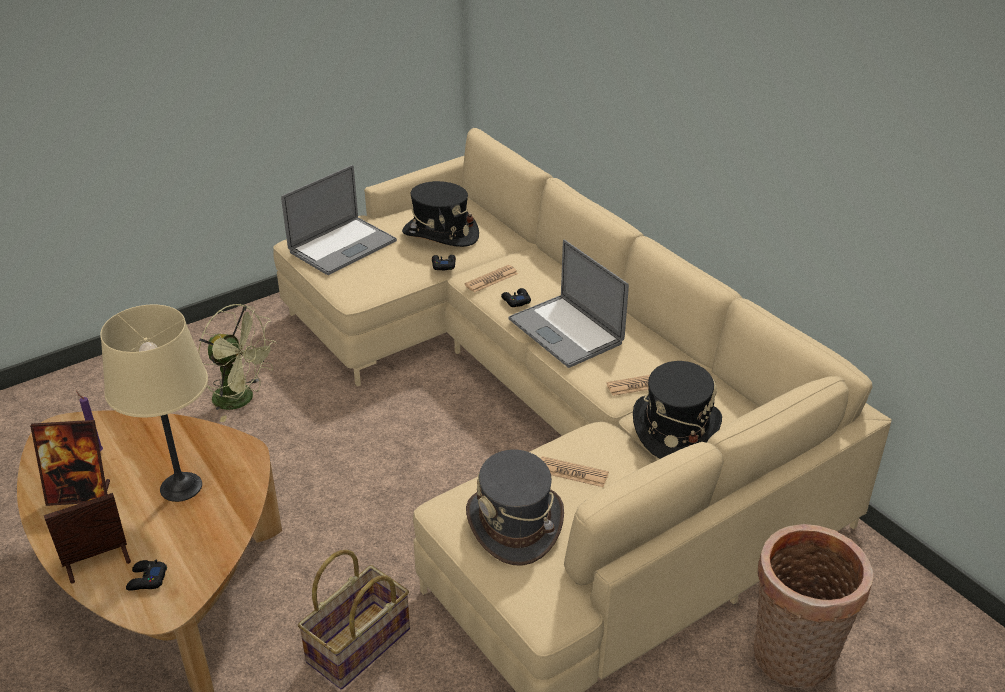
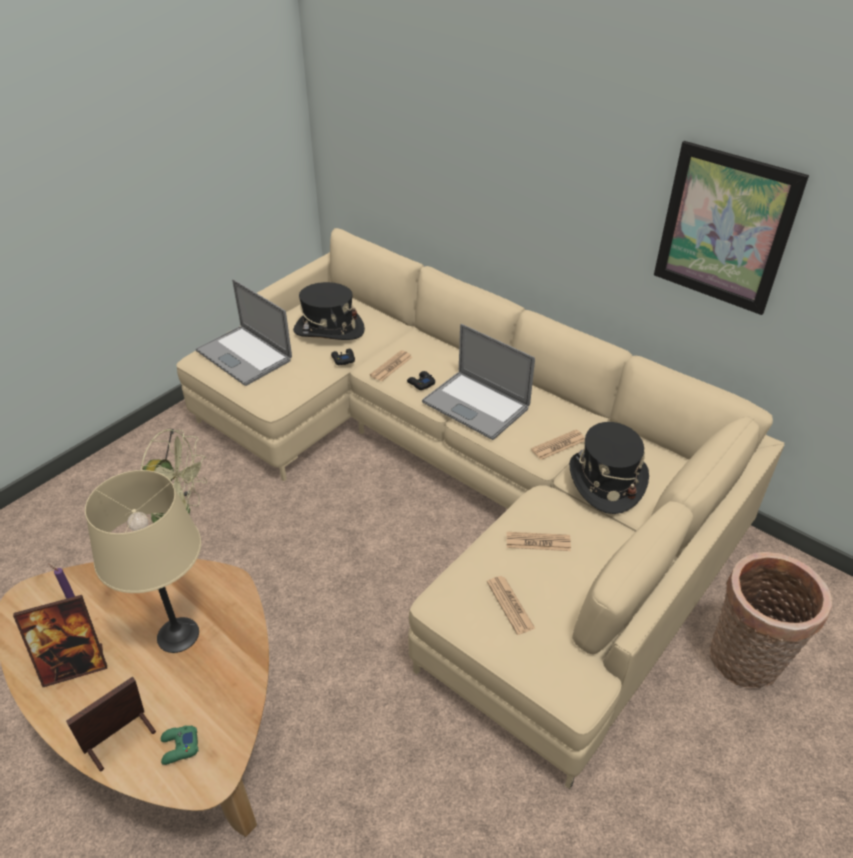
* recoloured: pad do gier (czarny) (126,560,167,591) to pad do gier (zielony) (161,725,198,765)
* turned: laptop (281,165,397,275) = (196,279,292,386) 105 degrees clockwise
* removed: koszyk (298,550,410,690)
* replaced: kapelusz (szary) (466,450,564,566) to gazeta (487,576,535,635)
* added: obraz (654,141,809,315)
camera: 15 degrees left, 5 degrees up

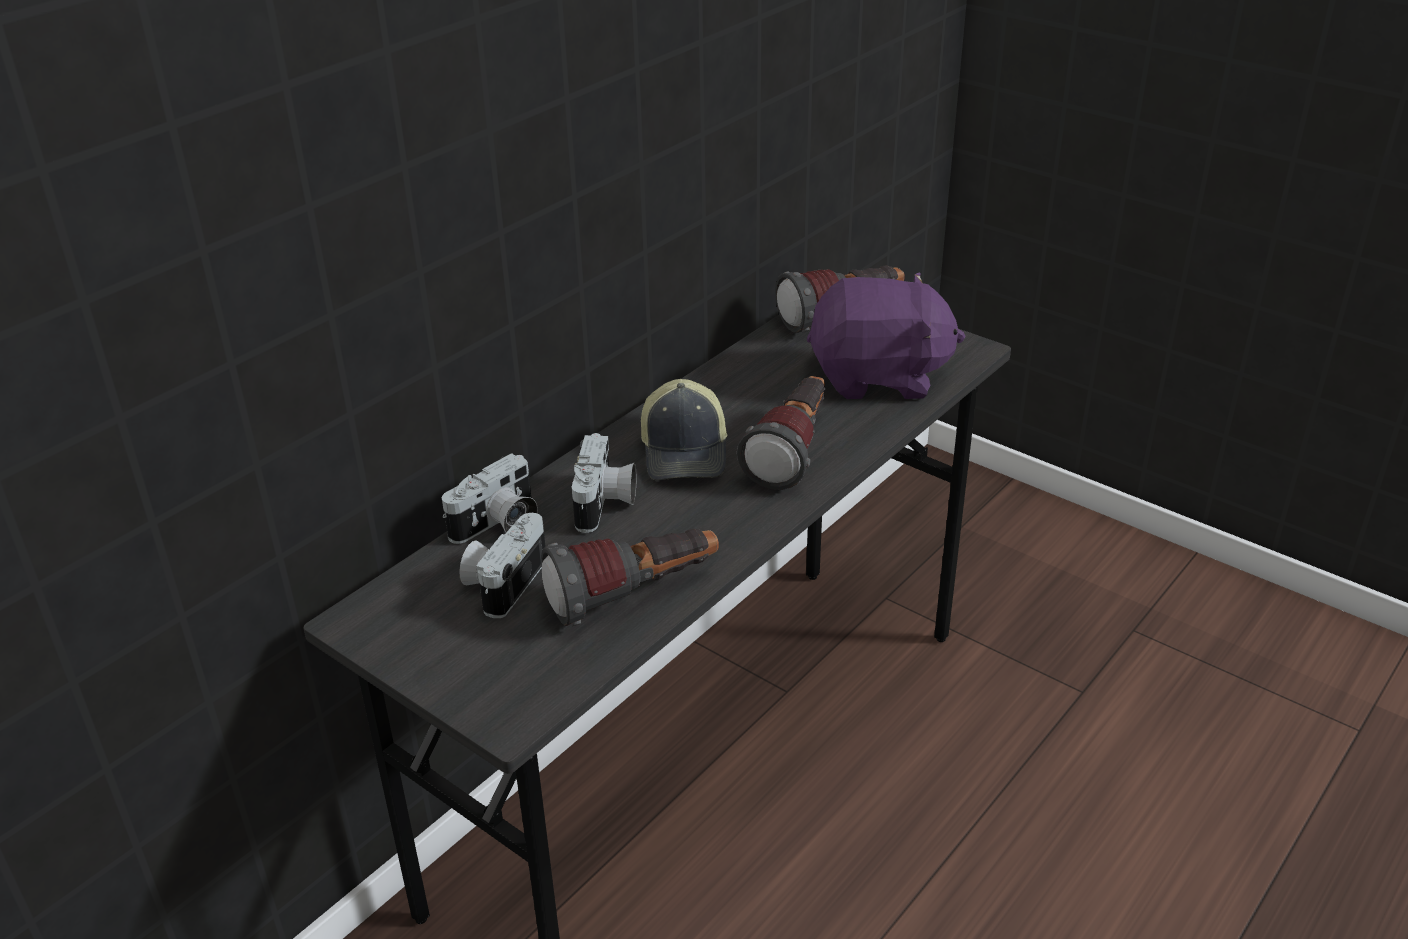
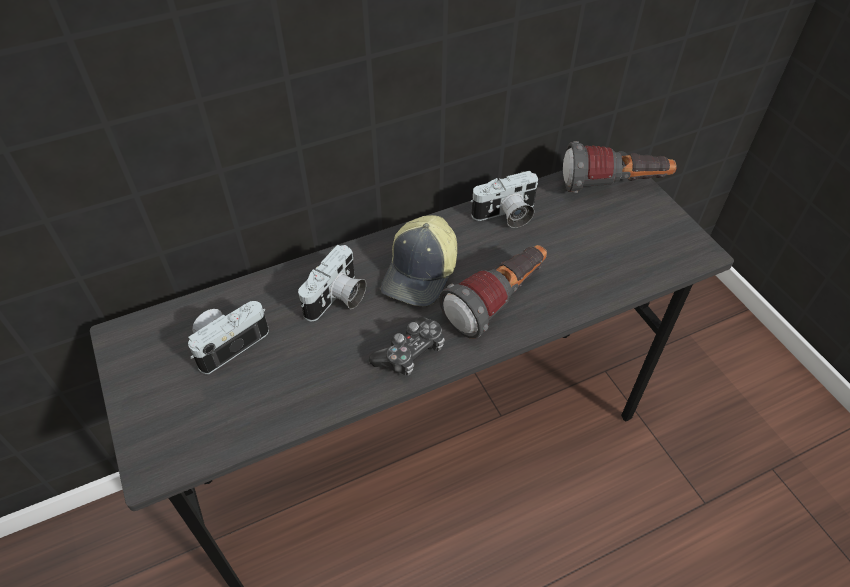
* moved: aparat fotograficzny (442,453,538,544) to (470,171,538,228)
* removed: latarka (541,529,719,626)
* removed: pluszak (fioletowy) (807,272,966,399)
* added: pad do gier (369,317,445,376)
camera: 25 degrees right, 15 degrees up

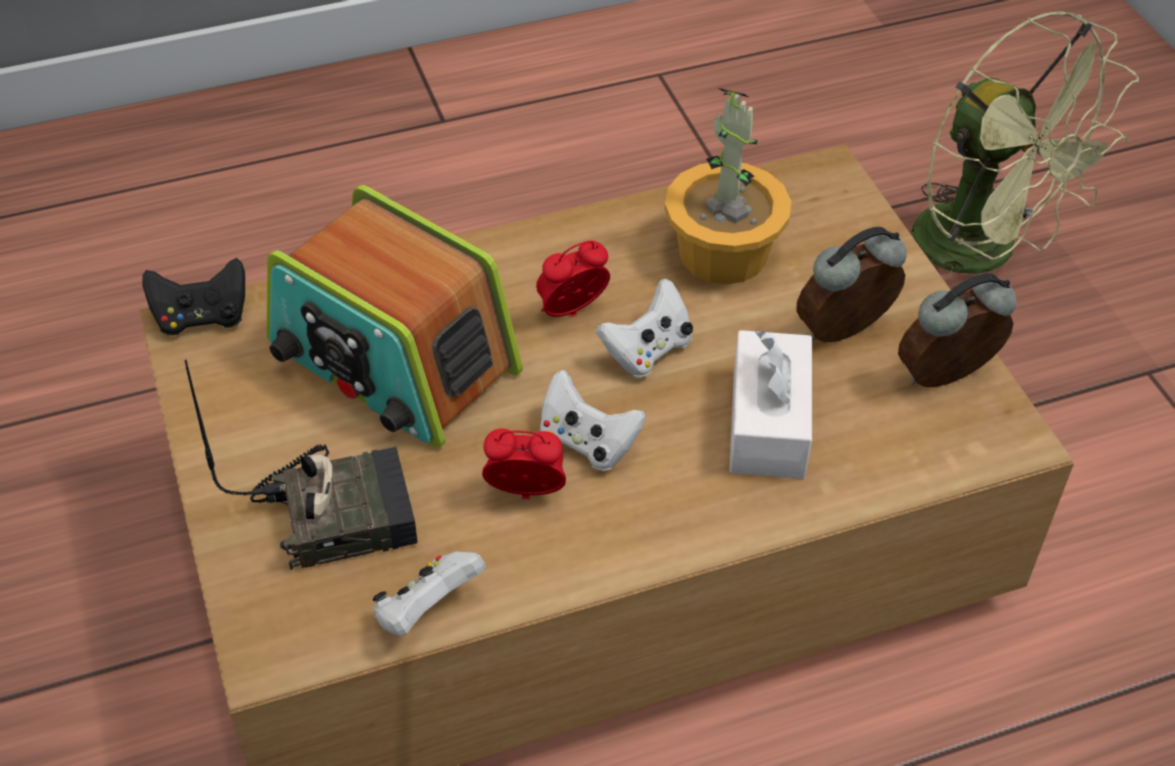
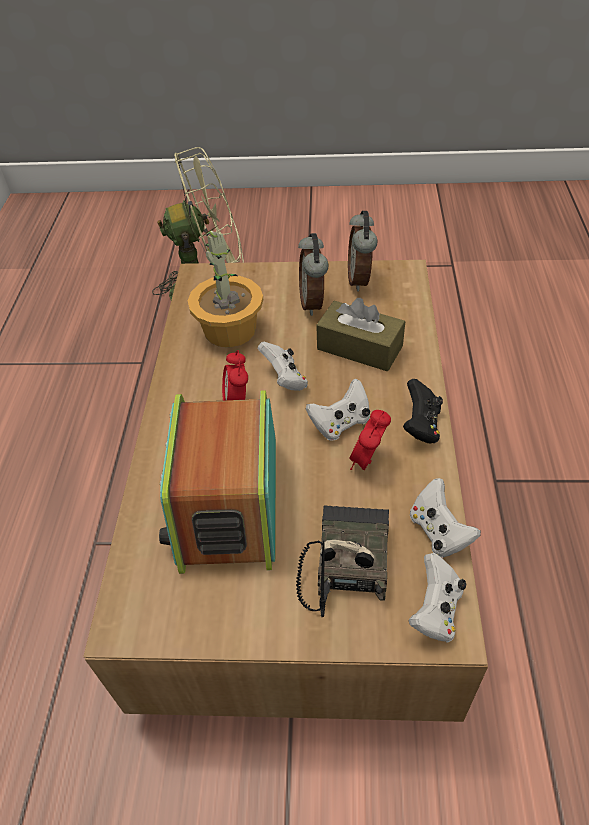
* moved: pad do gier (czarny) (142,258,245,335) to (403,379,443,444)
* turned: radio (267,185,523,448) = (159,390,276,574) 120 degrees clockwise
* recoloured: pudełko chusteczek (biały) (729,330,812,479) to pudełko chusteczek (brązowy) (316,298,405,371)
* added: pad do gier (biały) (408,553,466,643)
camera: 65 degrees left, 0 degrees up

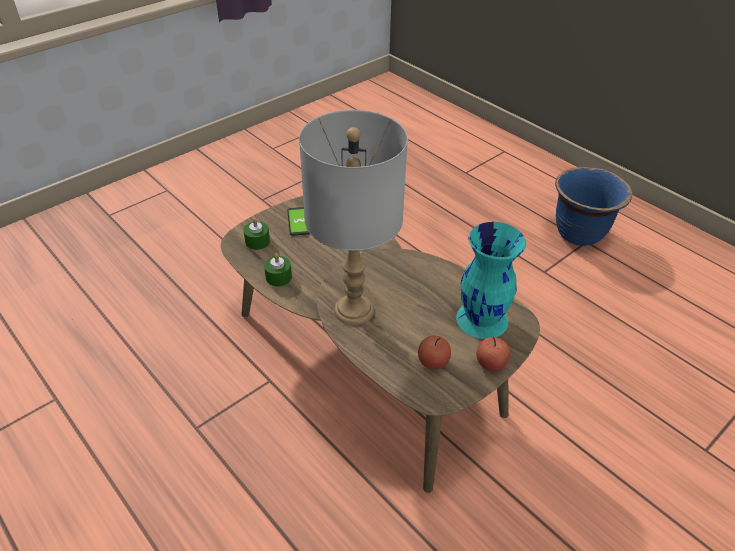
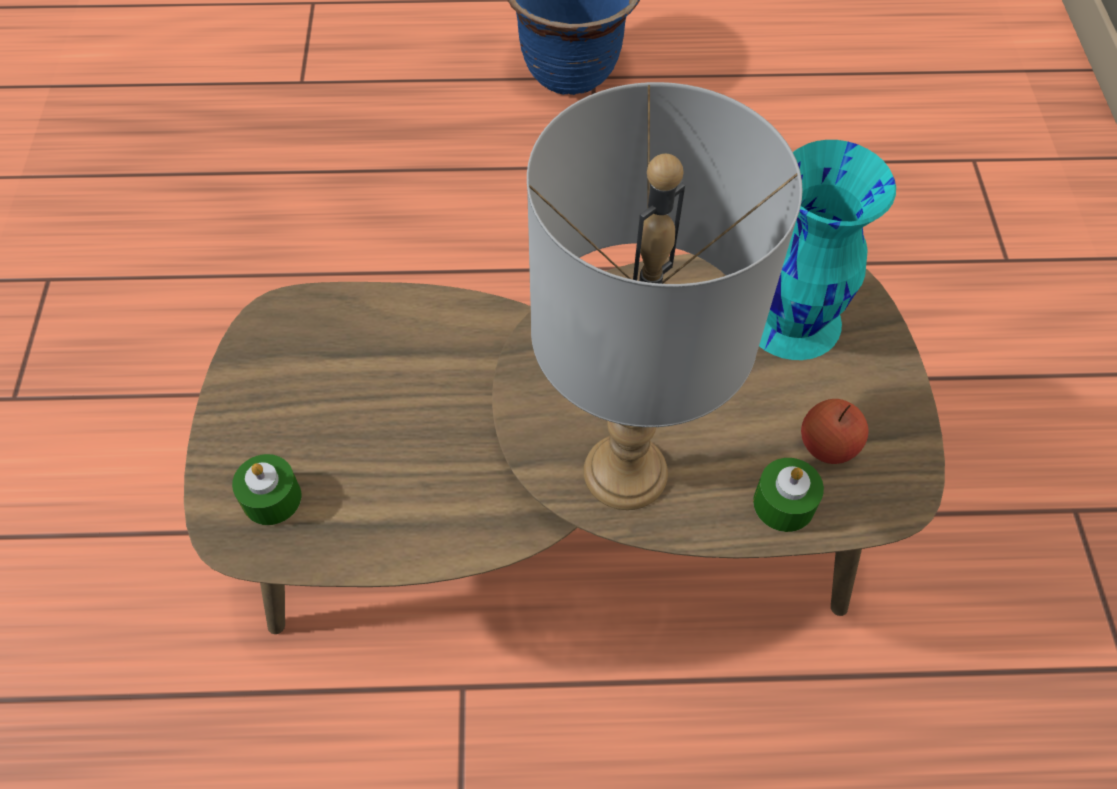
* moved: świeca (zielony) (264,253,292,286) to (753,458,824,532)
* removed: telefon (287,207,310,236)
* removed: jabłko (476,337,510,371)
camera: 50 degrees left, 15 degrees up

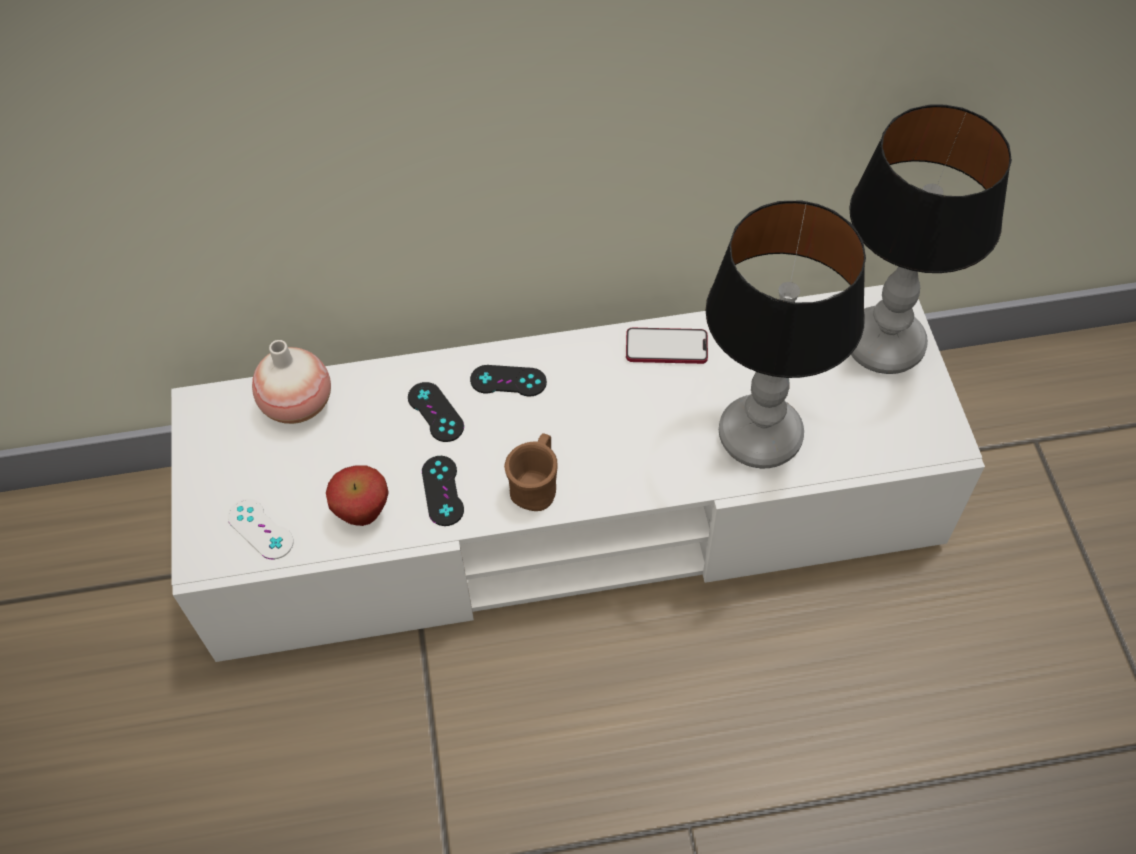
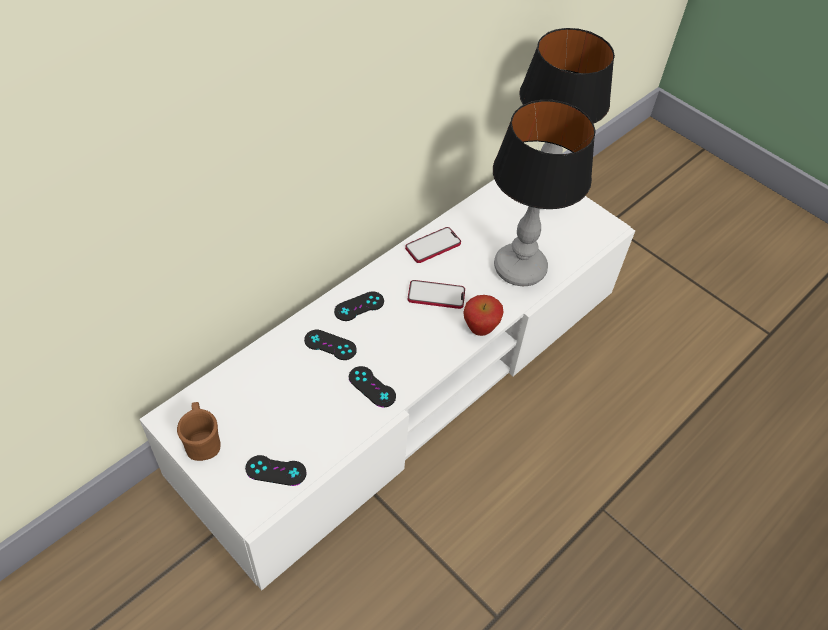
* recoloured: pad do gier (biały) (228,499,294,560) to pad do gier (czarny) (245,455,307,486)
* removed: wazon (252,340,331,424)
* moved: jabłko (326,465,389,526) to (463,295,503,336)
* moved: kubek (brązowy) (504,433,557,511) to (177,402,221,461)
* added: telefon (408,280,465,309)
camera: 40 degrees left, 5 degrees down

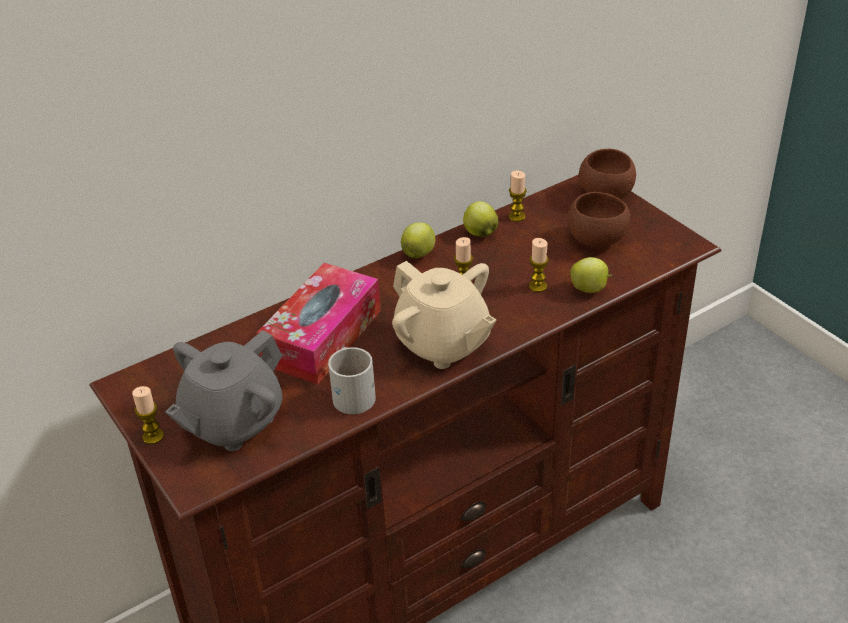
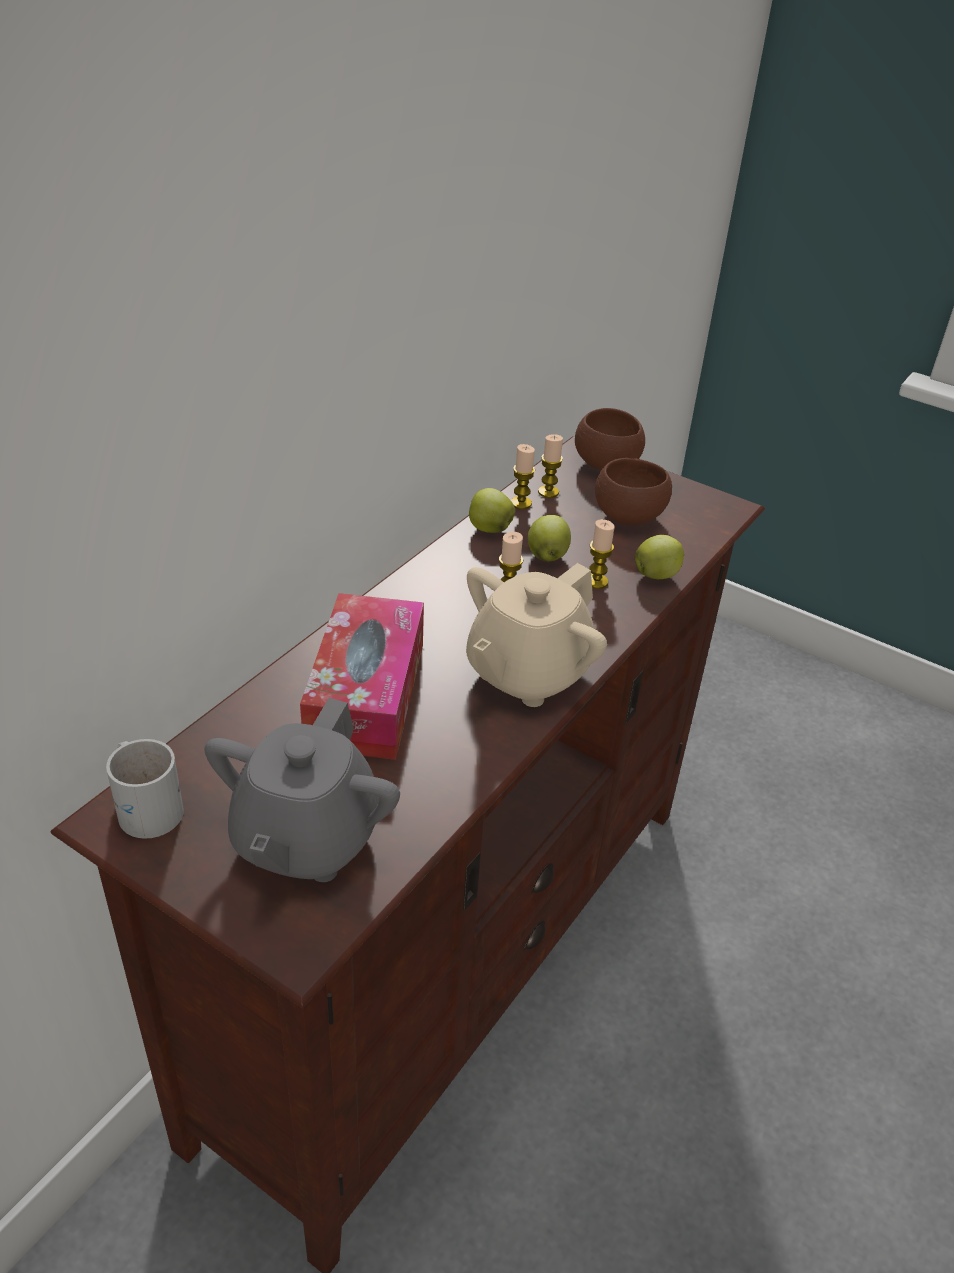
* moved: świeca (132,386,164,445) to (538,434,563,498)
* moved: kubek (biały) (328,347,376,414) to (106,739,184,839)
* turned: imbryk (beżowy) (392,261,496,369) = (466,563,607,707) 105 degrees clockwise
* moved: jabłko (401,222,435,258) to (528,515,571,562)
camera: 25 degrees left, 0 degrees up

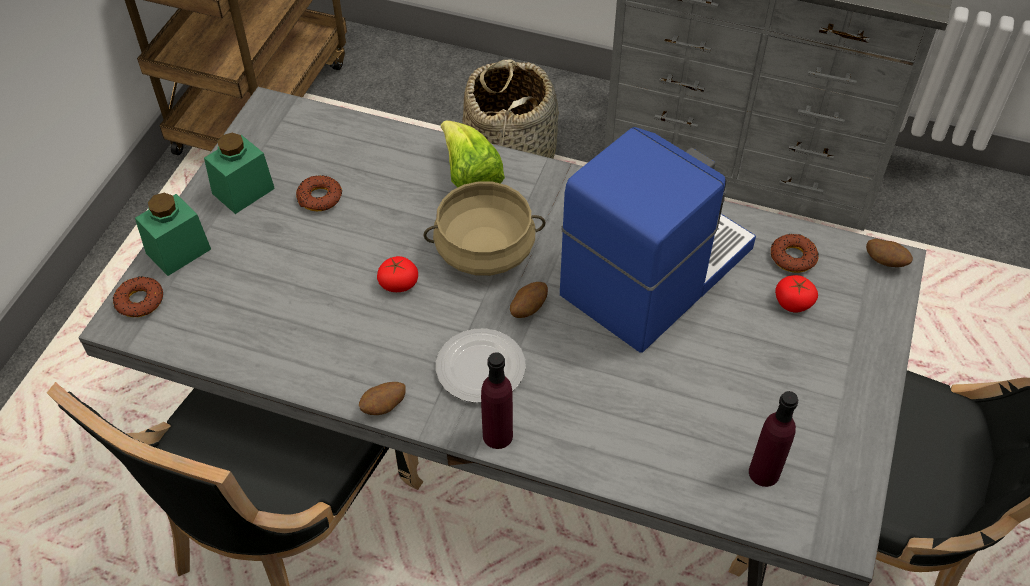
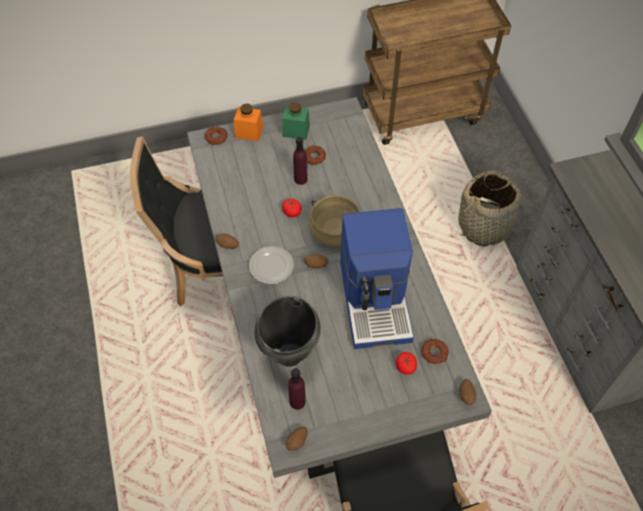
* recoloured: słoik (zielony) (135,193,211,276) to słoik (pomarańczowy) (234,104,263,142)
* removed: sałata (441,120,505,188)
* moved: butelka (fioletowy) (481,352,513,449) to (293,137,308,185)
* turned: ekspres do kawy (560,127,756,352) = (340,208,414,349) 75 degrees clockwise
* added: garnek (czarny) (255,296,321,367)
* added: ziemniak (286,427,308,450)
camera: 55 degrees right, 5 degrees up

